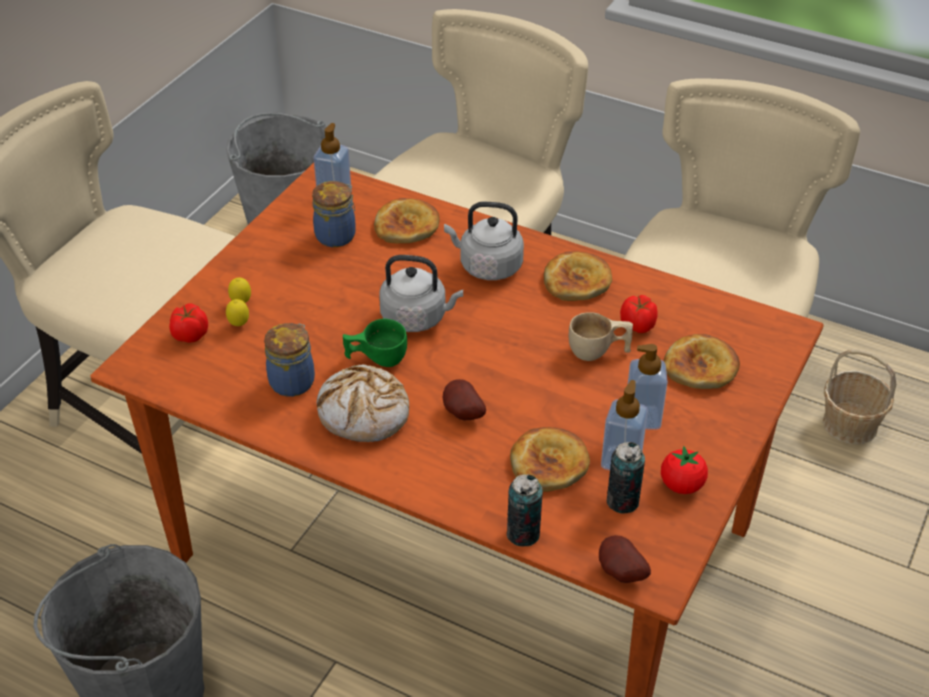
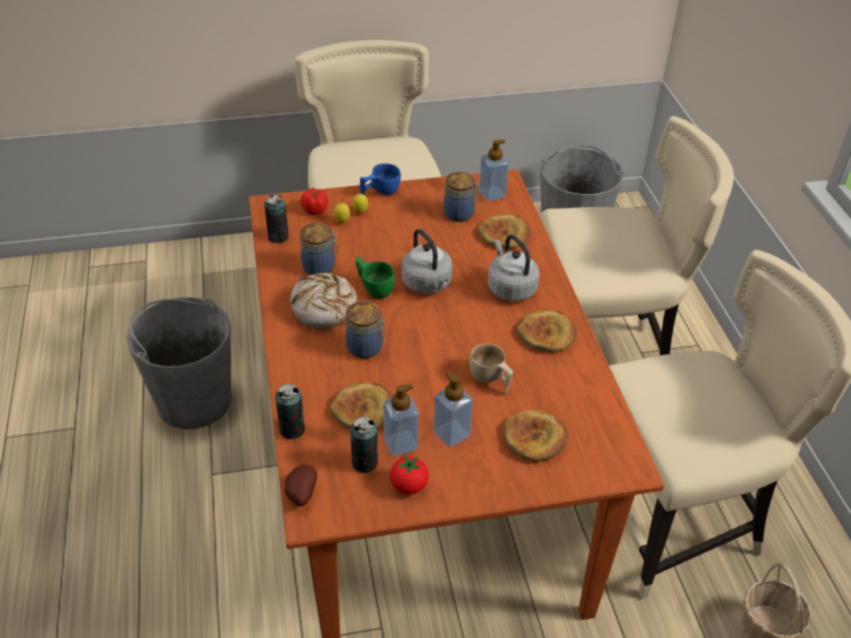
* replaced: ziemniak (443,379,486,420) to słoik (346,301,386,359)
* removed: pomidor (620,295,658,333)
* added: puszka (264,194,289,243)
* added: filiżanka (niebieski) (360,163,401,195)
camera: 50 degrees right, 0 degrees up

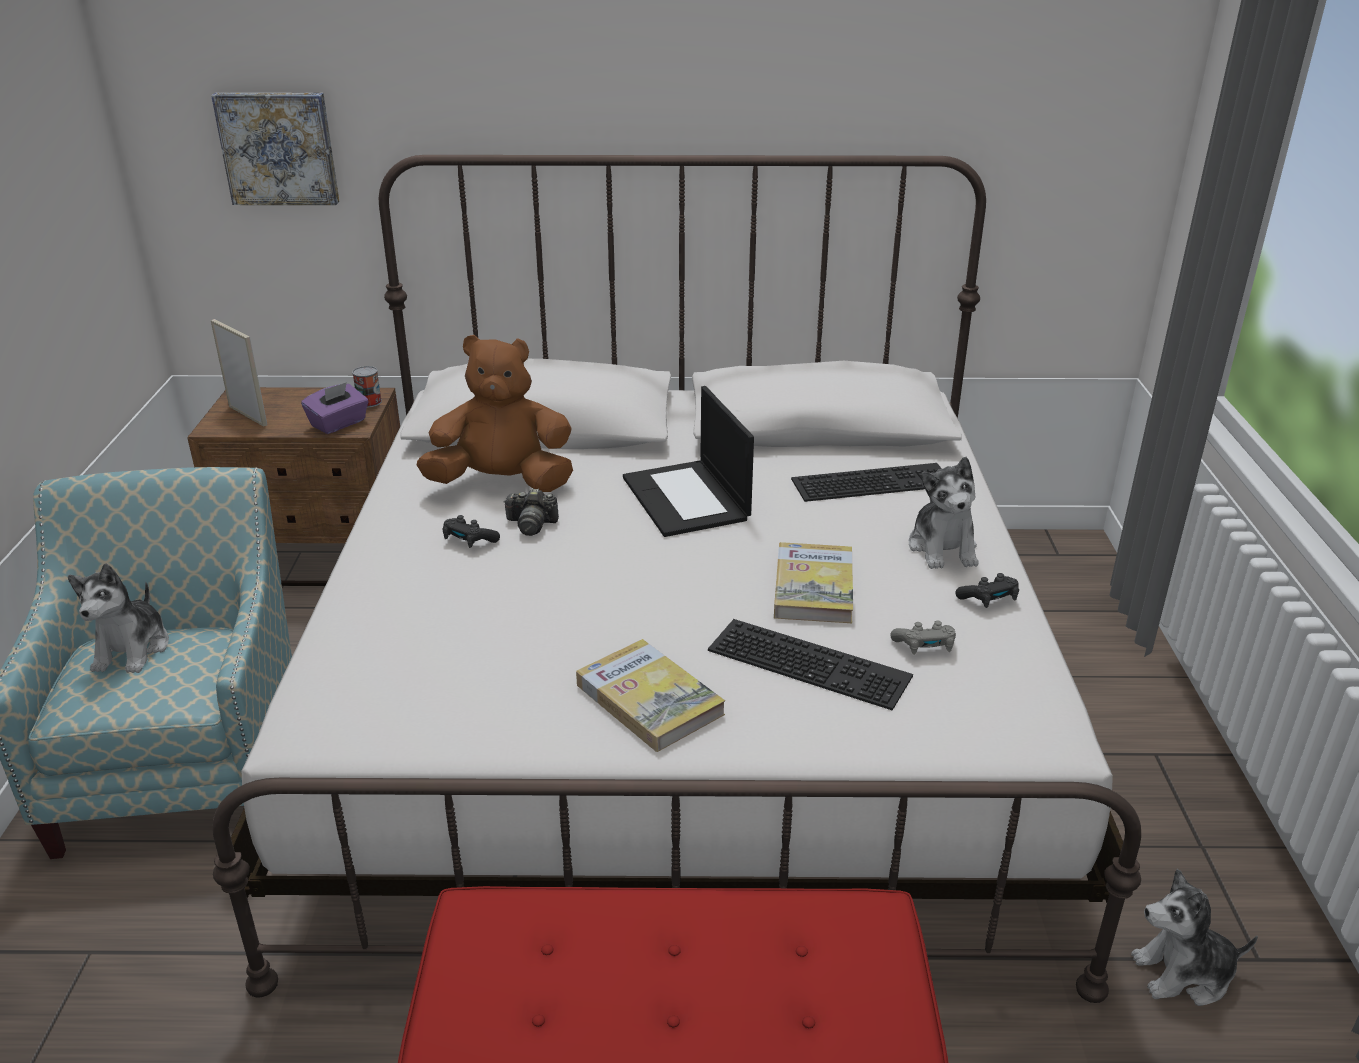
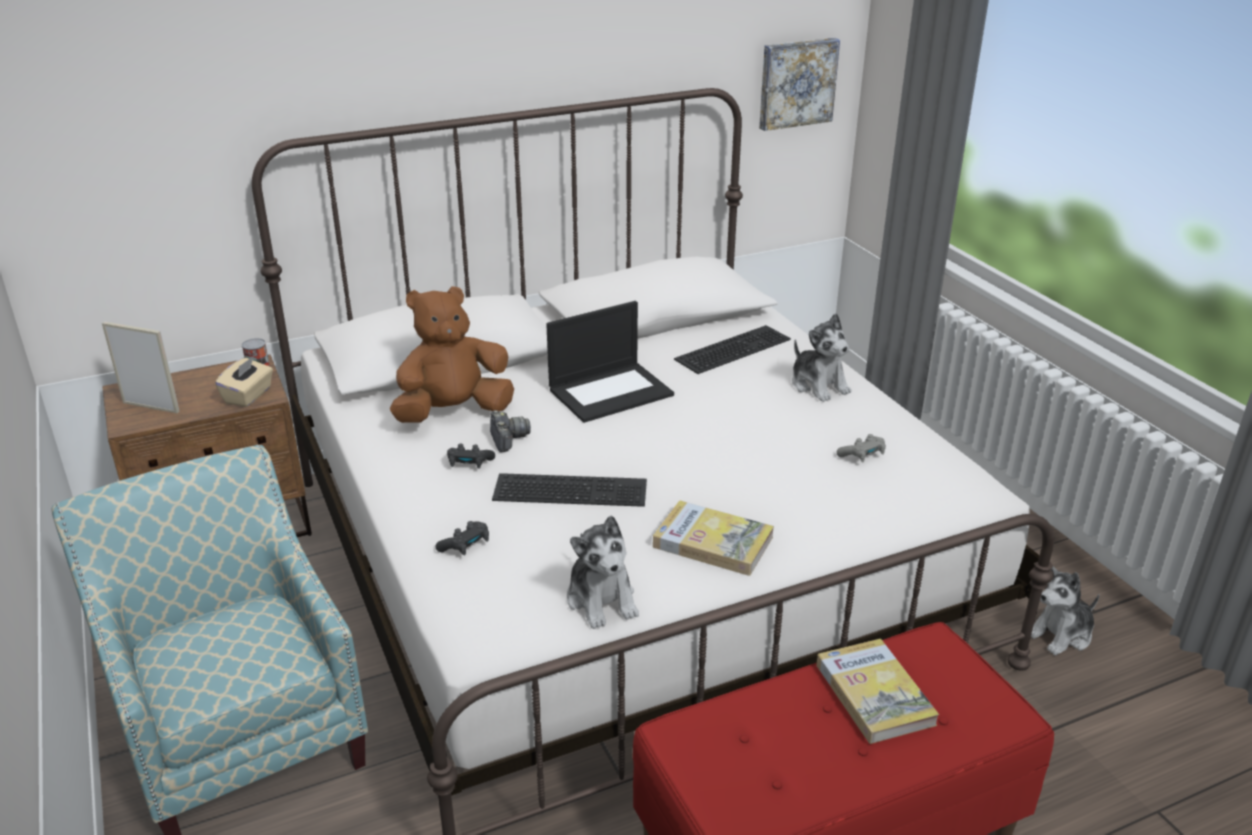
* moved: pluszak (68,563,169,673) to (567,515,639,629)
* moved: obraz (211,93,339,205) to (759,38,840,131)
* recoloured: pudełko chusteczek (fioletowy) (301,382,369,434) to pudełko chusteczek (beżowy) (215,356,273,407)
* turned: aparat fotograficzny (504,488,559,536) = (490,410,531,452) 90 degrees counterclockwise
* turned: laptop (623,386,754,537) = (546,301,674,423) 75 degrees counterclockwise
* moved: klawiatura (708,619,913,710) to (492,473,647,507)
* moved: książka (774,542,853,623) to (816,639,939,744)
* moved: pad do gier (czarny) (955,573,1019,608) to (436,521,489,555)
camera: 25 degrees left, 0 degrees up

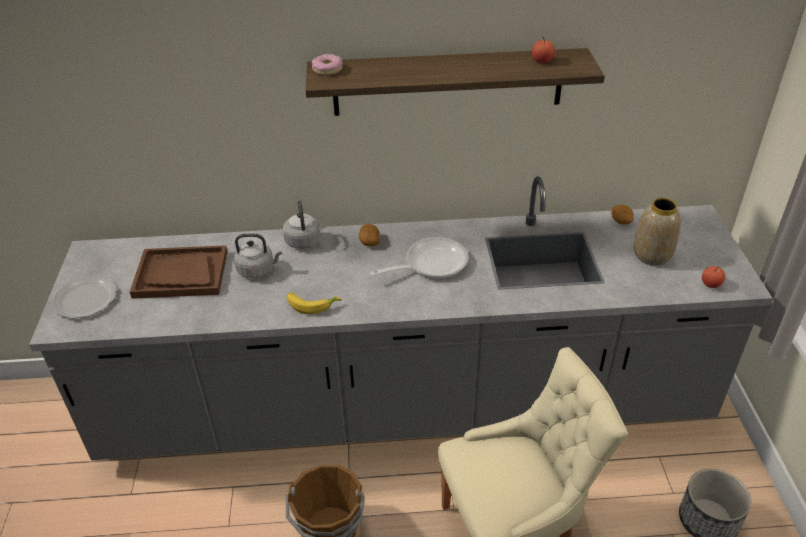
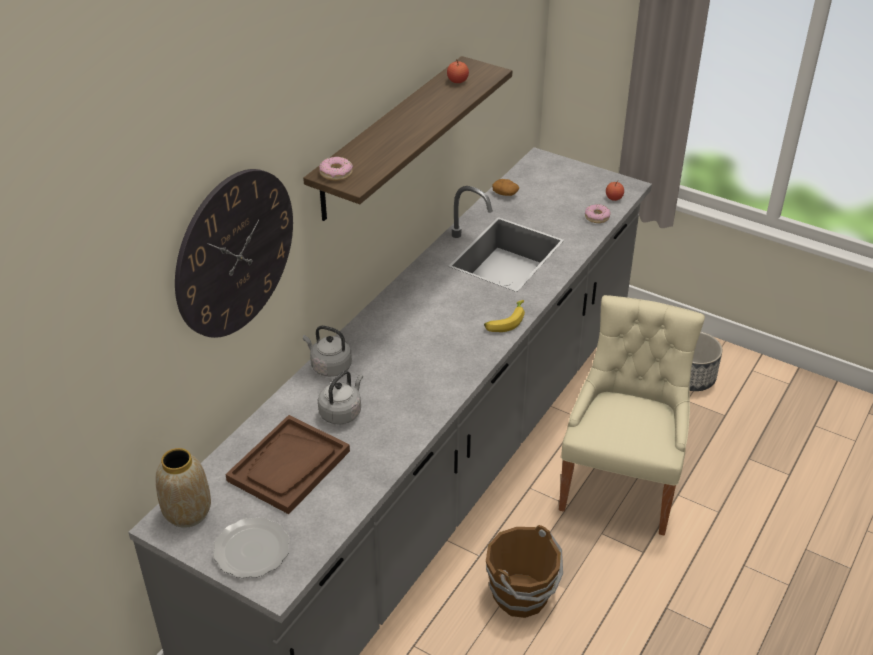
* moved: banan (286,293,342,314) to (484,300,525,332)
* removed: ziemniak (359,224,380,246)
* removed: patelnia (370,237,468,279)
* moved: wazon (634,198,681,266) to (156,448,211,528)
* added: zegar ścienny (175,169,293,338)
* added: donut (585,204,611,223)
camera: 55 degrees left, 0 degrees up

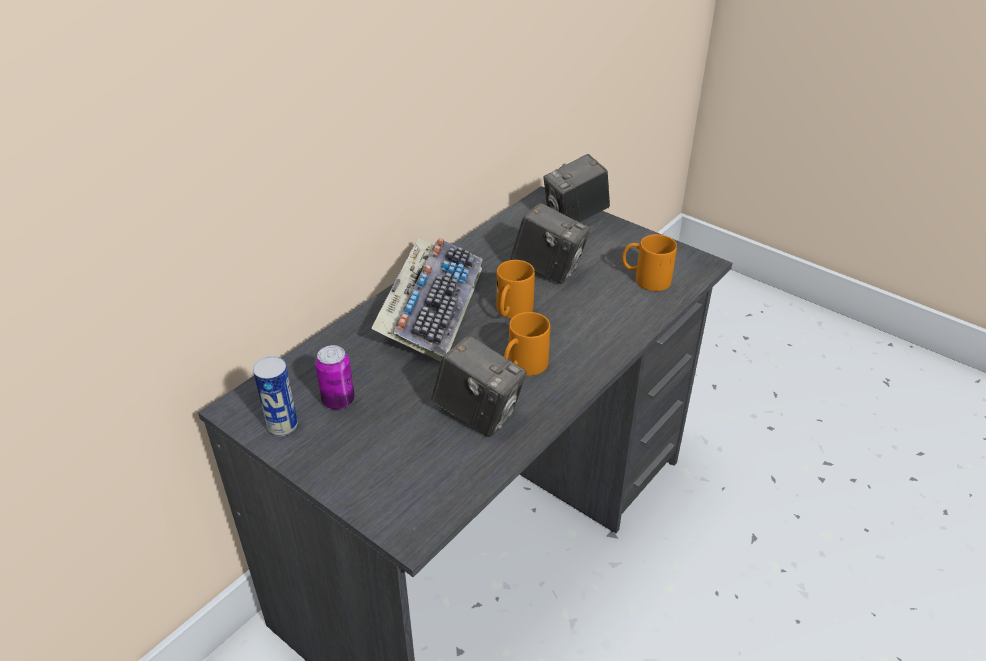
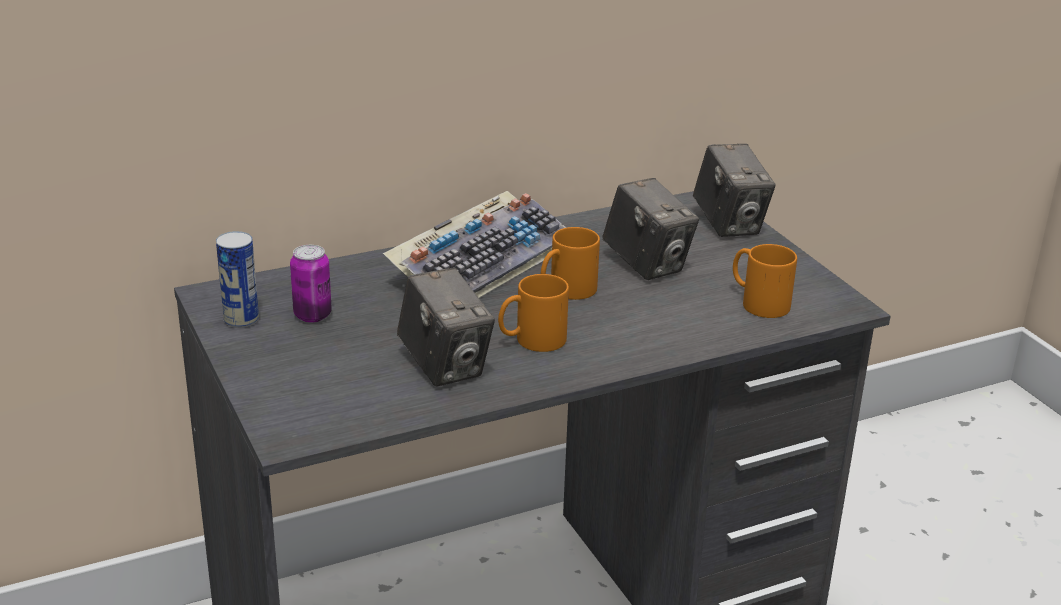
* turned: aparat fotograficzny (543,154,610,222) = (692,144,776,237) 105 degrees counterclockwise
camera: 25 degrees right, 10 degrees down

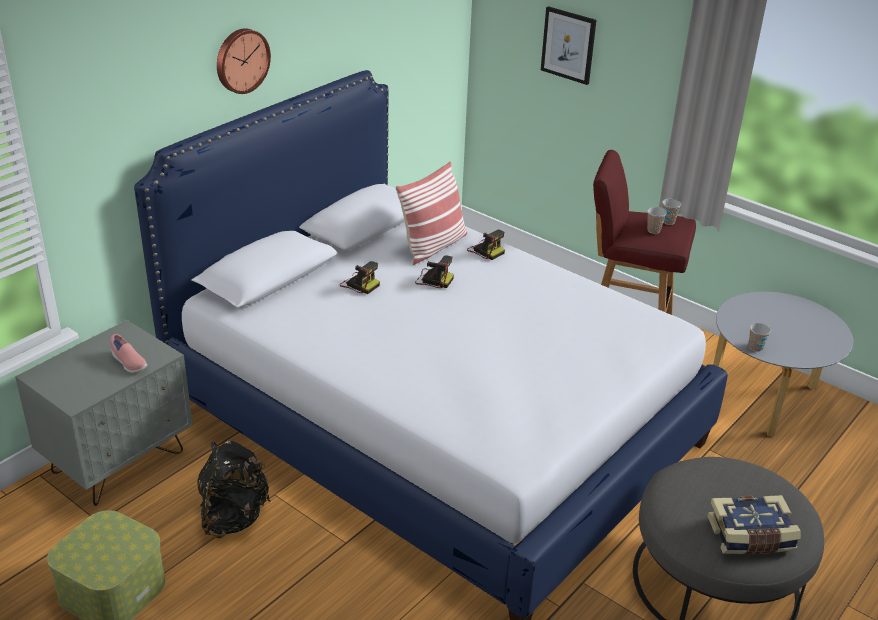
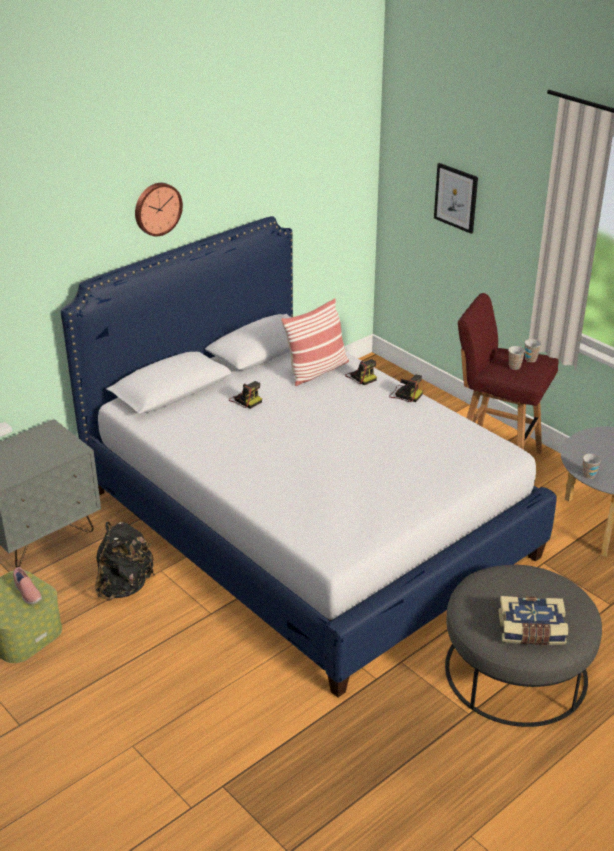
* moved: but (różowy) (110,334,147,373) to (13,567,42,604)
* moved: aparat fotograficzny (415,255,454,288) to (389,374,423,402)
camera: 10 degrees right, 0 degrees up

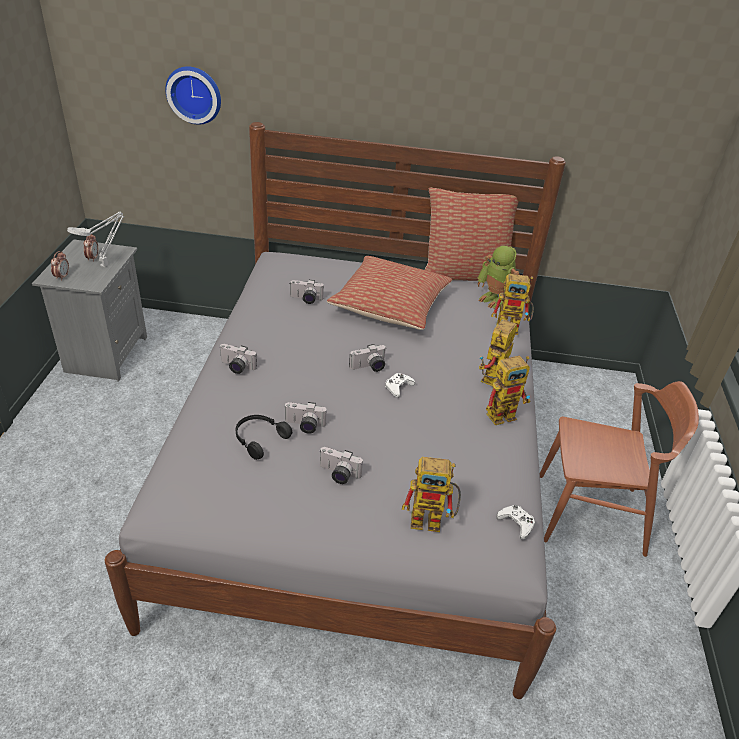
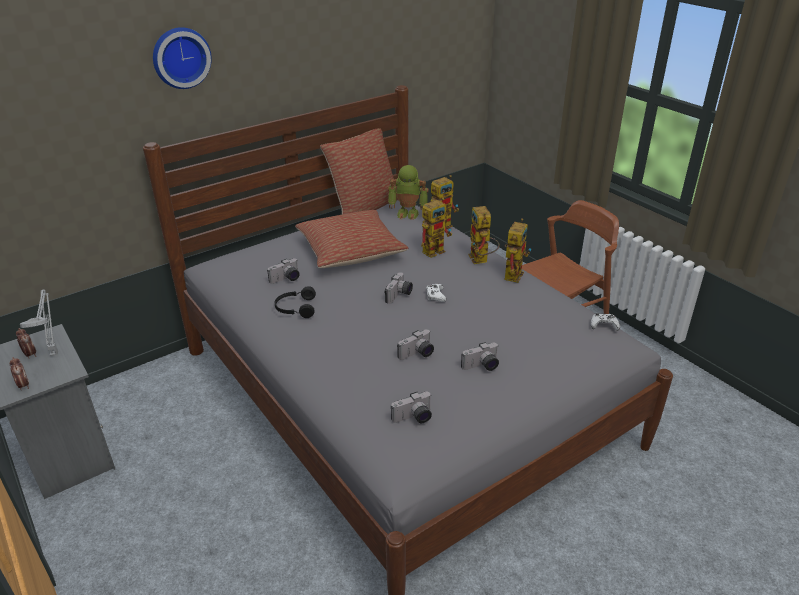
* moved: zegar ścienny (165,66,221,125) to (153,27,212,89)
* moved: aparat fotograficzny (220,344,257,374) to (391,392,432,423)
* moved: słuchawki (czarny) (236,415,292,460) to (275,286,316,318)
* moved: robot zabawkowy (402,457,461,532) to (421,198,452,258)
camera: 40 degrees left, 5 degrees down

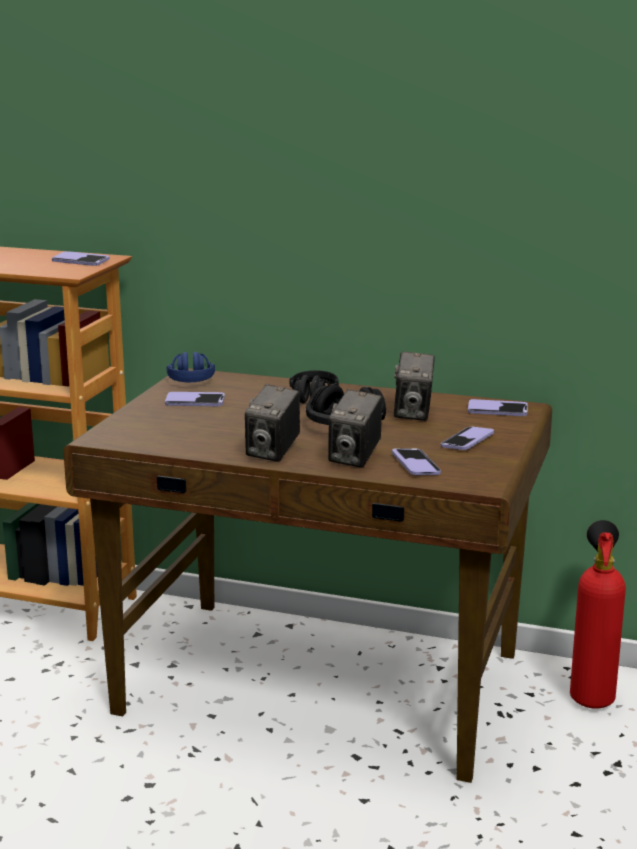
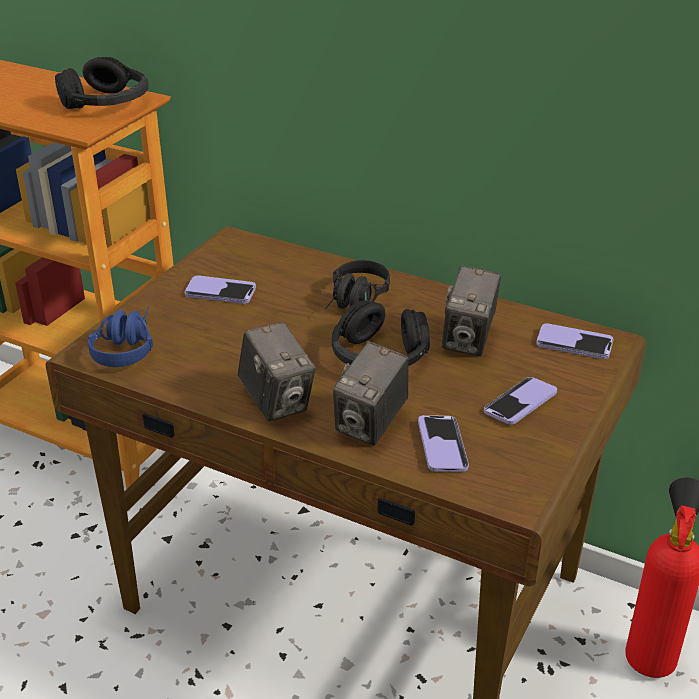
* replaced: telefon (52,251,110,266) to słuchawki (czarny) (55,57,149,109)
* moved: słuchawki (niebieski) (167,352,215,382) to (88,307,153,367)
* turned: aparat fotograficzny (245,384,300,462) = (238,322,316,422) 60 degrees counterclockwise
camera: 10 degrees right, 15 degrees up

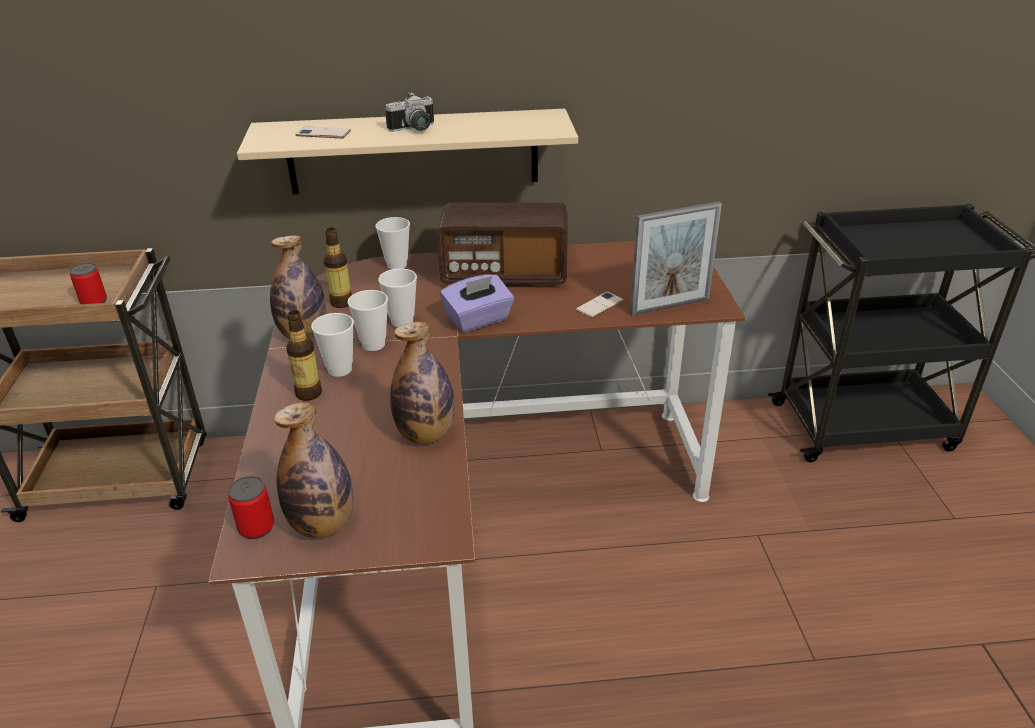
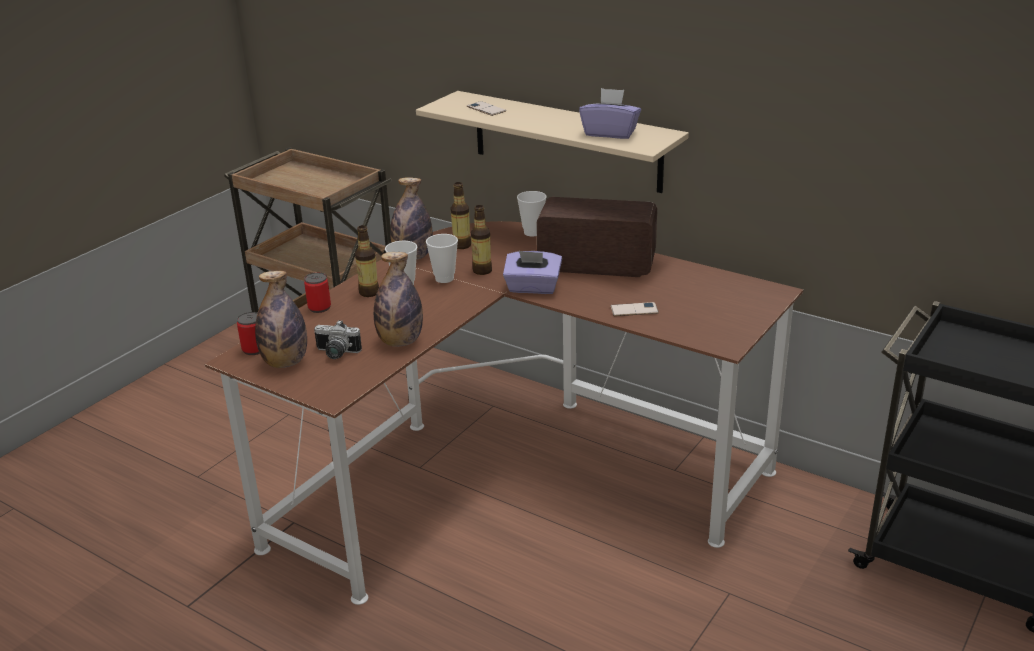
* moved: puszka (69,263,107,304) to (304,272,331,313)
* replaced: filiżanka (378,268,417,327) to butelka (471,205,492,275)
* moved: aparat fotograficzny (385,92,434,132) to (314,320,362,359)
* turned: radio (436,202,568,288) = (536,197,657,277) 150 degrees clockwise
* removed: ramka na zdjęcie (630,202,722,316)
* added: pudełko chusteczek (fioletowy) (579,88,641,139)
camera: 40 degrees right, 5 degrees down

